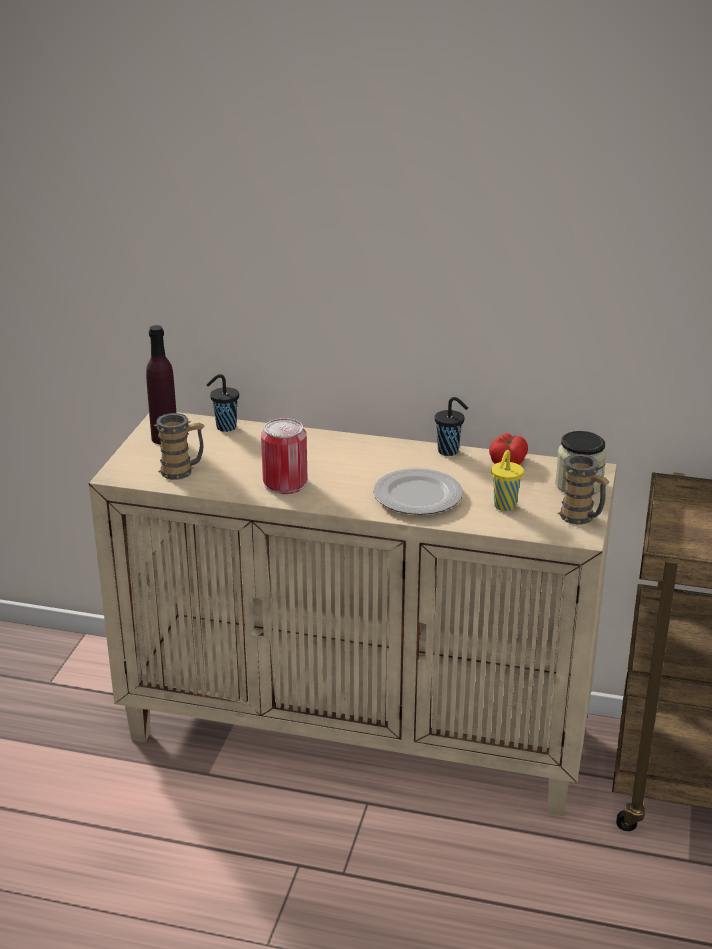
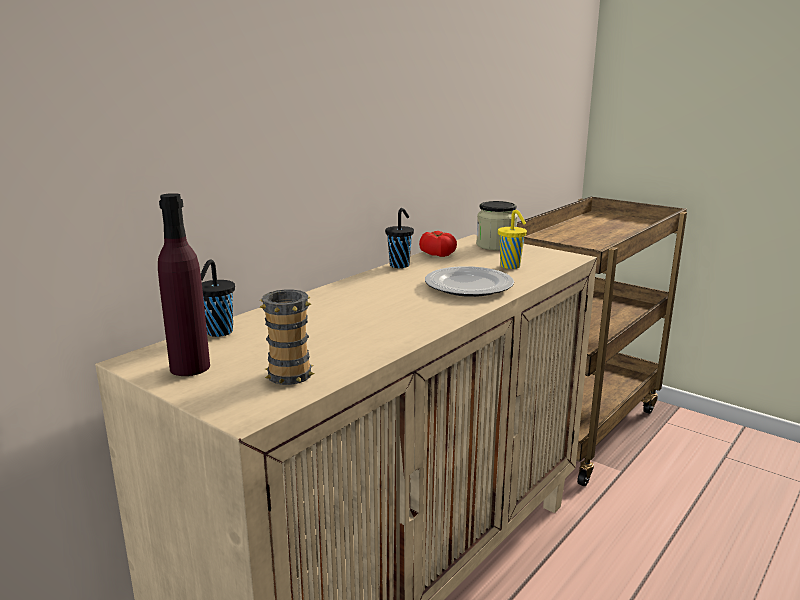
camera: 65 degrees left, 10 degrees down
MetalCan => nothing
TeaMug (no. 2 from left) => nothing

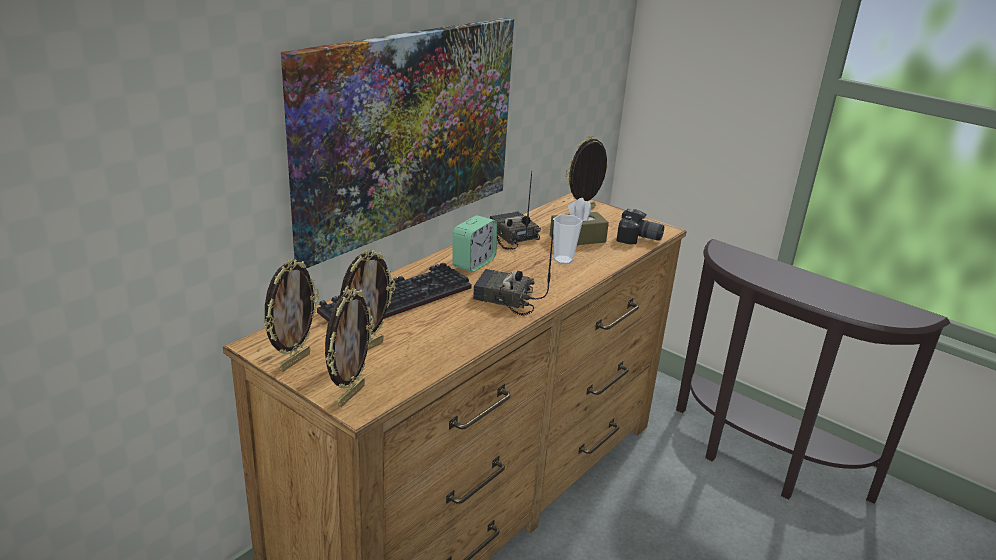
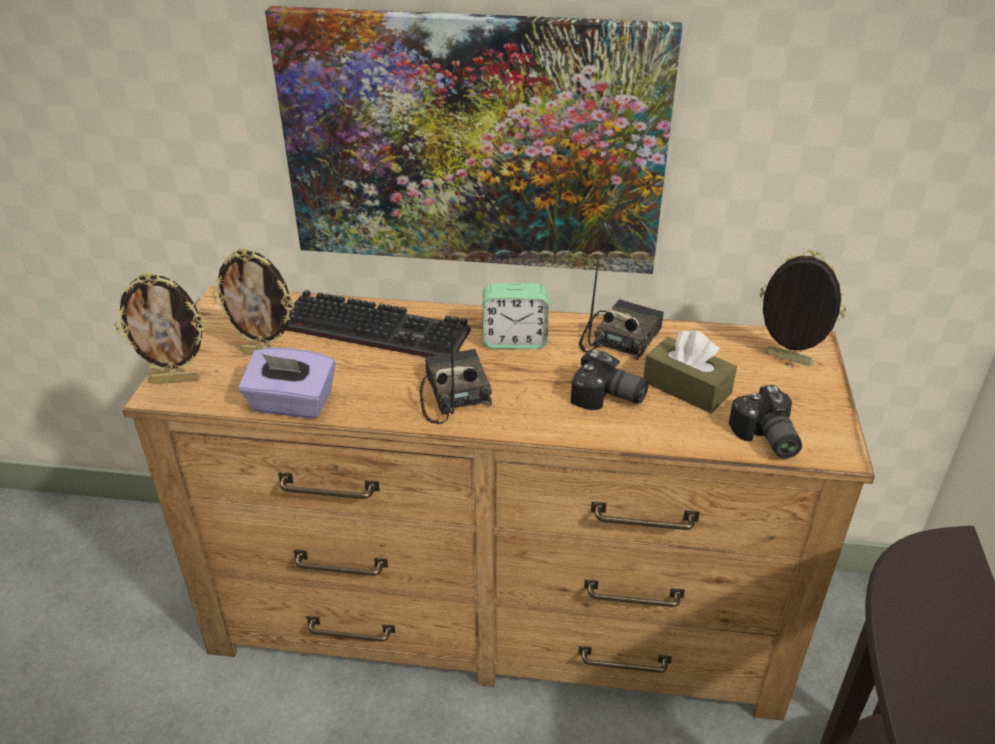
camera: 60 degrees right, 10 degrees up
PhotoFrame (no. 1 from left) => nothing
nothing => PurpleColouredBoxOfTissues
DrinkingCup => PhotoCamera (no. 1 from left)

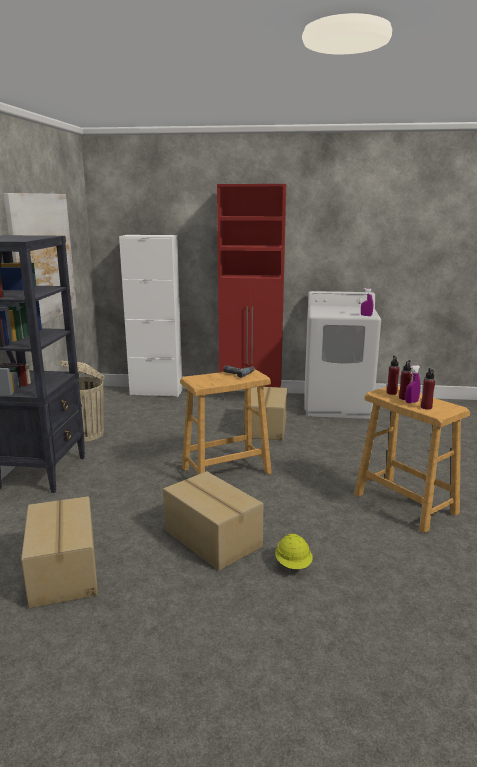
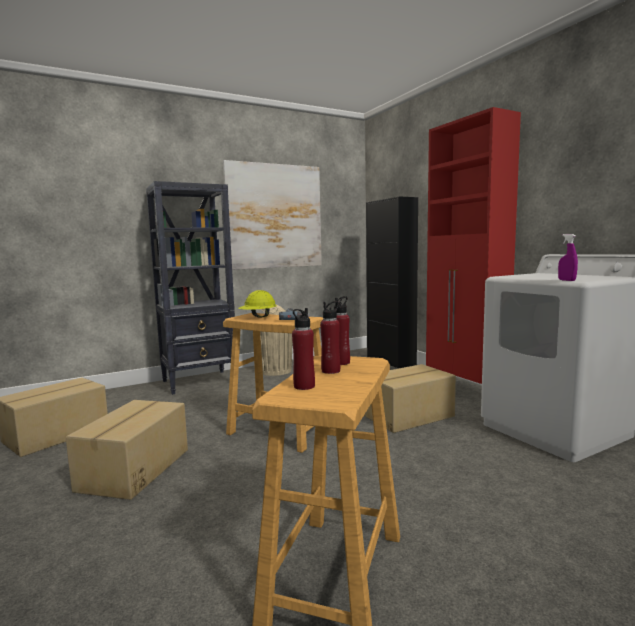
camera: 55 degrees right, 10 degrees down
PurpleColouredHandSprayer (no. 2 from left) => nothing
YellowishHardHat, relocated
WhiteStorageCabinet => BlackishStorageCabinet

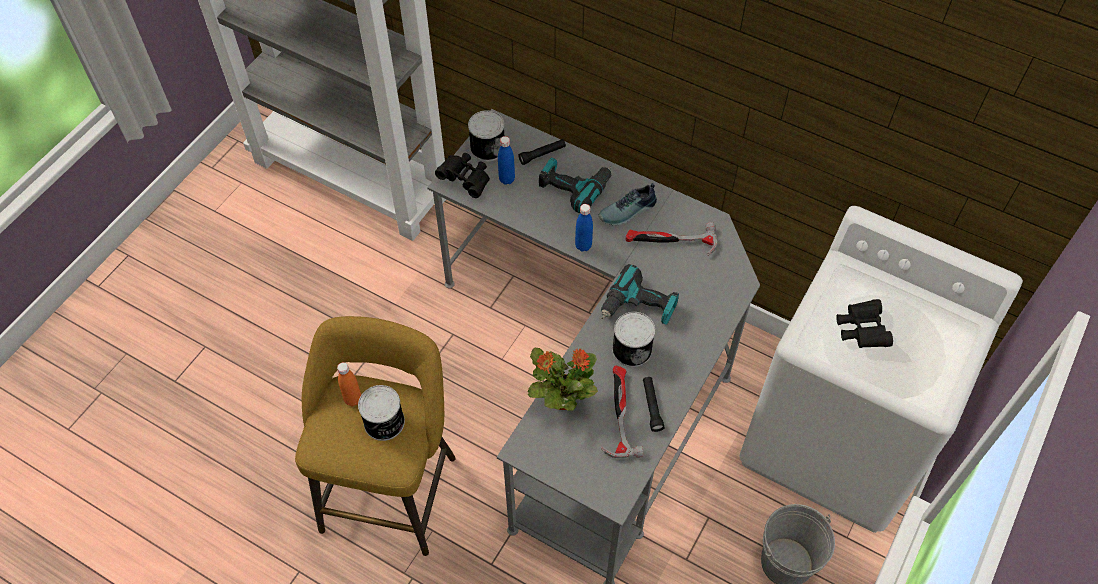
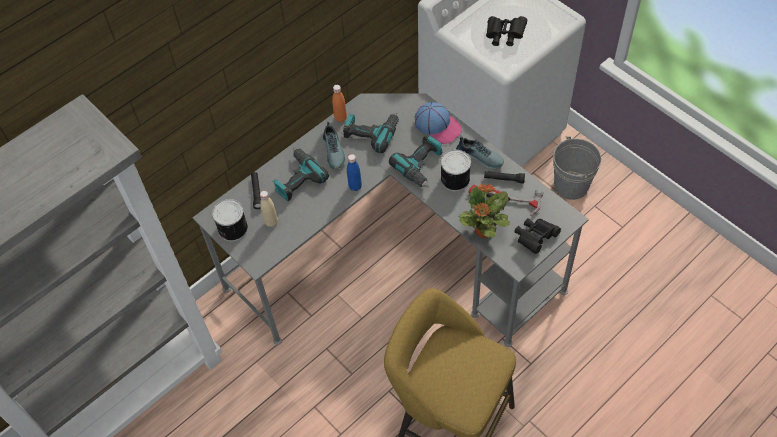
camera: 70 degrees left, 0 degrees up
MetalCan (no. 1 from left) => nothing
nothing => Cap
nothing => Shoe (no. 2 from left)
OrangeyBeverageBottle, relocated
BlackishFieldGlasses (no. 1 from left in the first image) => BlackishFieldGlasses (no. 2 from left), relocated
HandHammer (no. 2 from left) => PowerDrill (no. 2 from left)
BluishBeverageBottle (no. 1 from left) => BeigeBeverageBottle

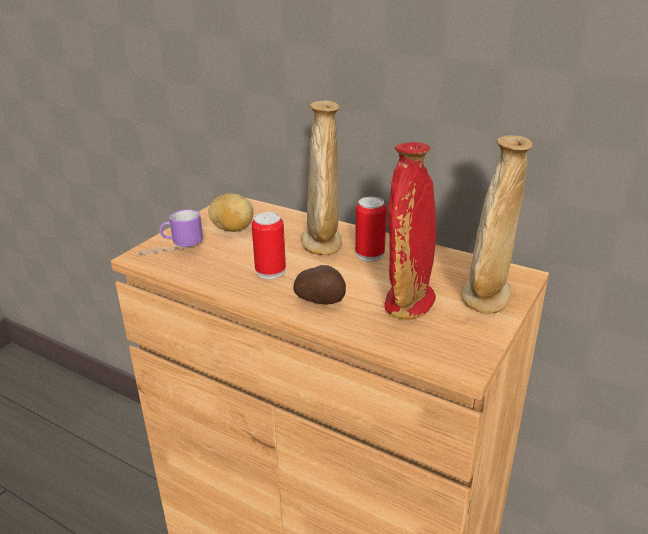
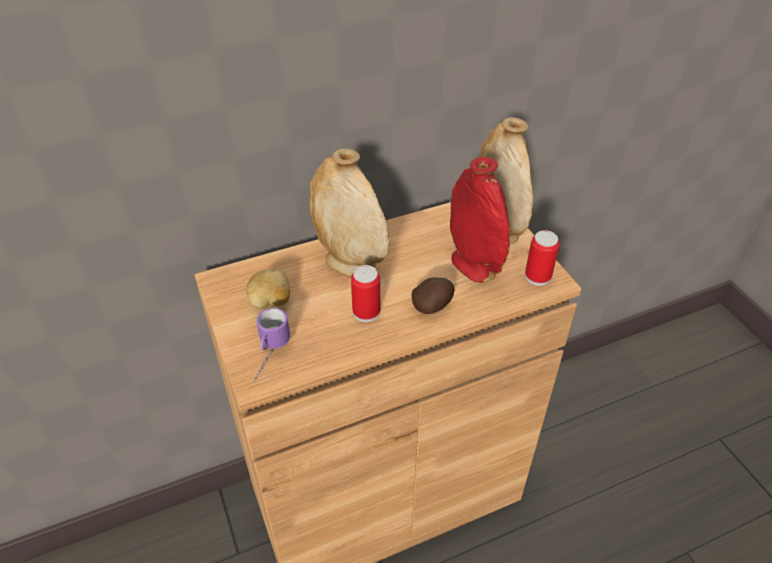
camera: 55 degrees left, 15 degrees up
MetalCan (no. 2 from left), relocated

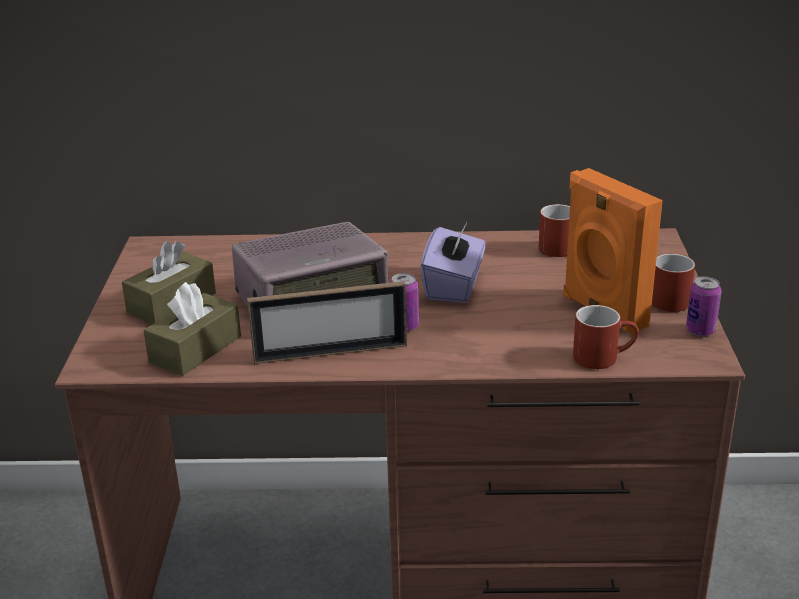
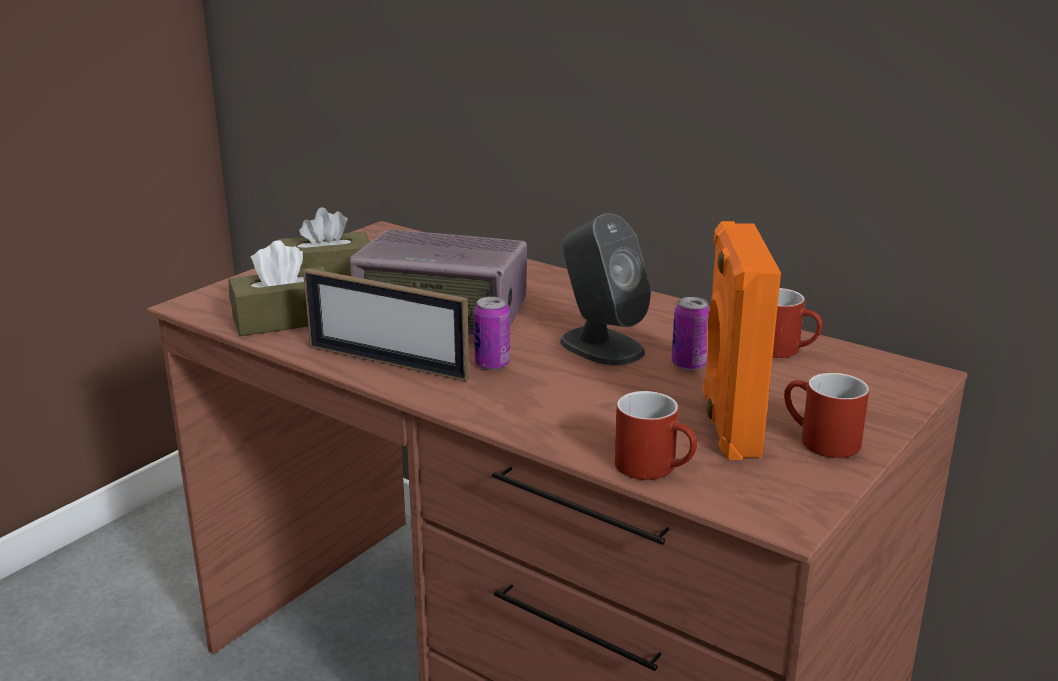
camera: 35 degrees right, 5 degrees down
MetalCan (no. 2 from left), relocated
PurpleColouredBoxOfTissues => GrayLoudspeaker

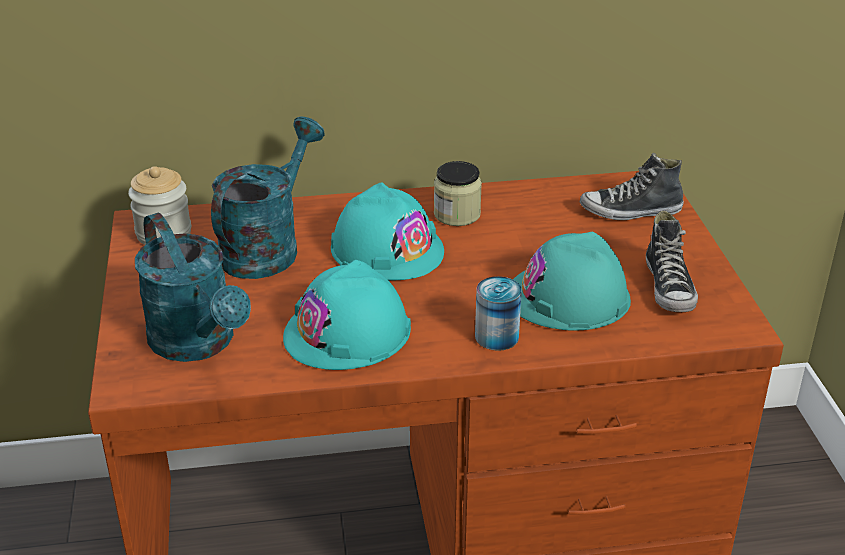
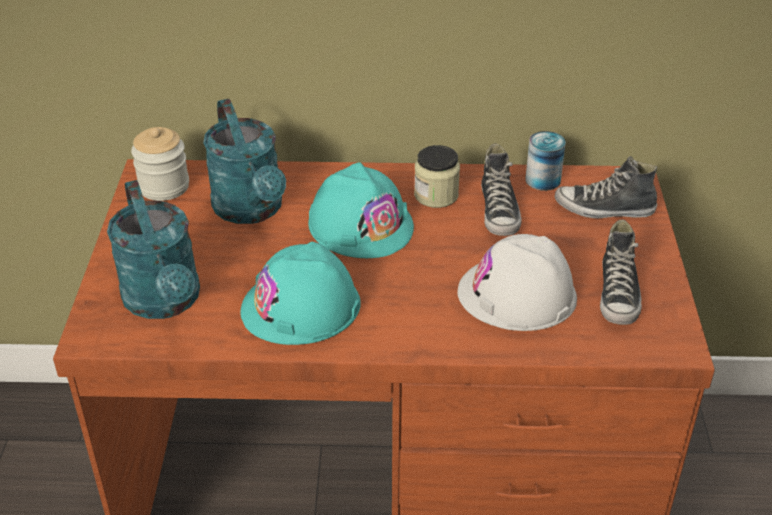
camera: 10 degrees right, 5 degrees up
nothing => Shoe (no. 1 from left)
MetalCan, relocated
TurquoiseHardHat (no. 3 from left) => WhiteHardHat
TurquoiseWateringPot (no. 2 from left), 120 degrees clockwise

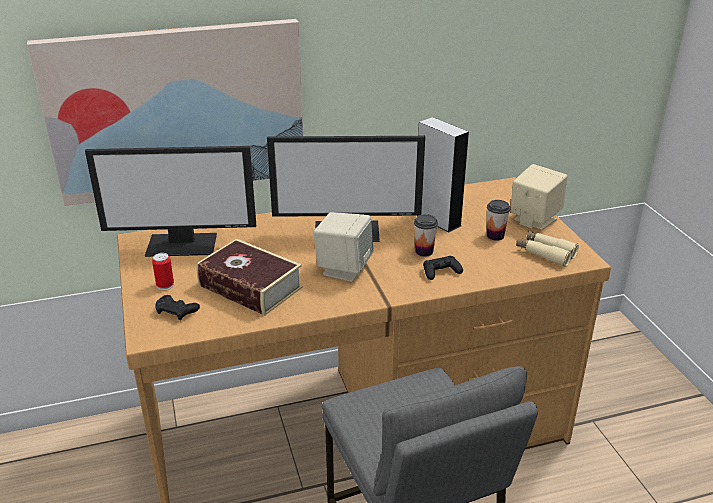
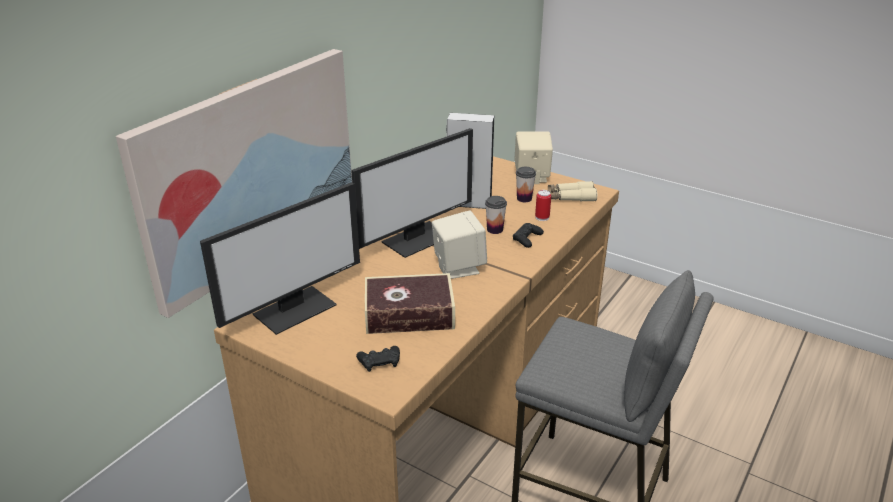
camera: 40 degrees left, 0 degrees up
MetalCan, relocated

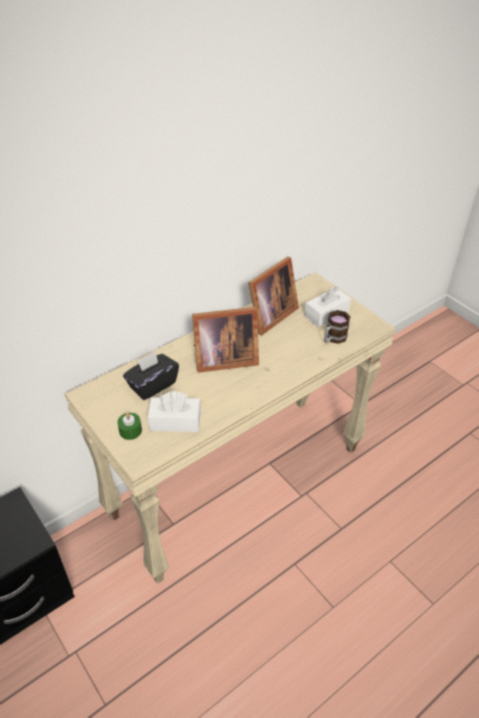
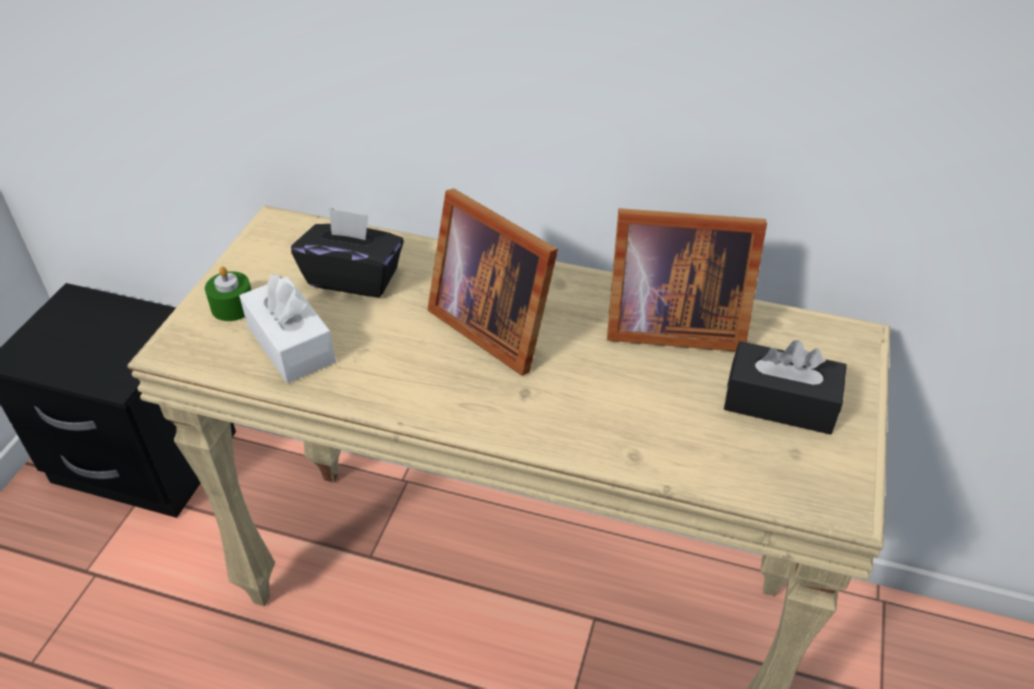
camera: 55 degrees right, 0 degrees up
TeaMug => nothing
WhiteBoxOfTissues (no. 2 from left) => BlackishBoxOfTissues (no. 2 from left)

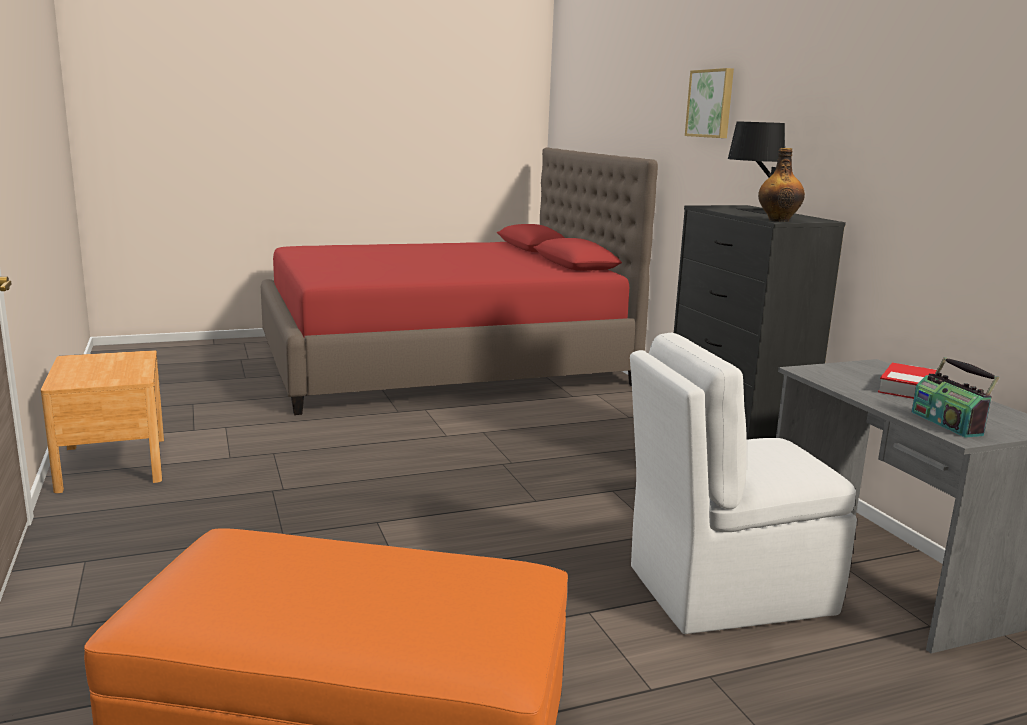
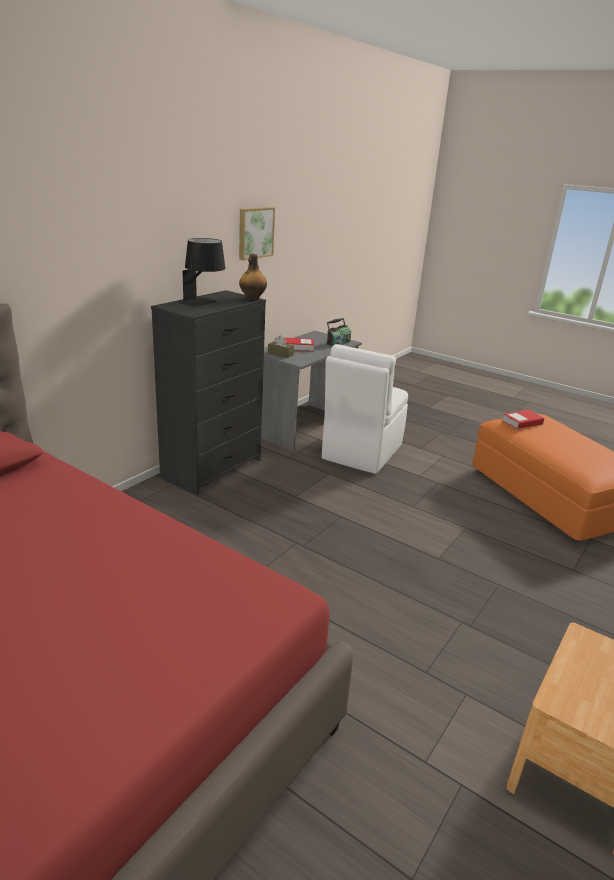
camera: 125 degrees left, 10 degrees up
nothing => BrownishBoxOfTissues
nothing => Book (no. 2 from left)
Picture, relocated
WhiteUprightChair, 75 degrees clockwise

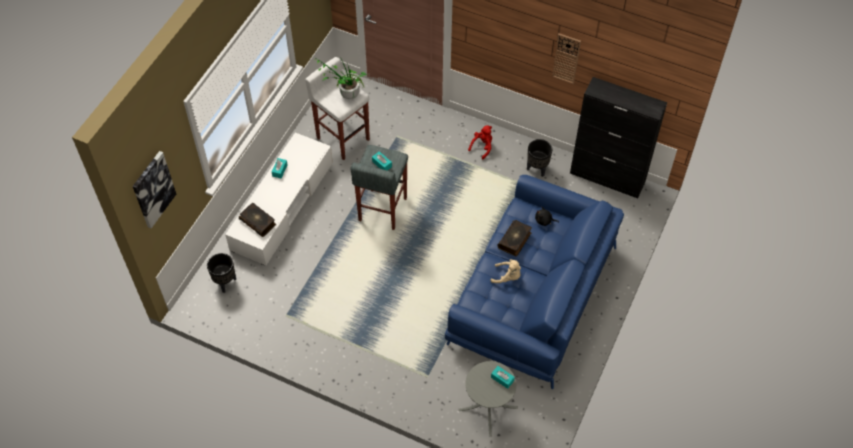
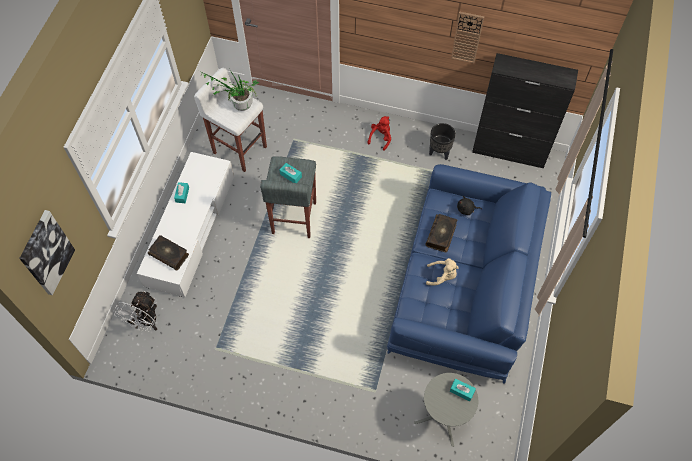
camera: 10 degrees left, 5 degrees up
BlackishFlowerPot (no. 1 from left) => WhiteCoolingFan

